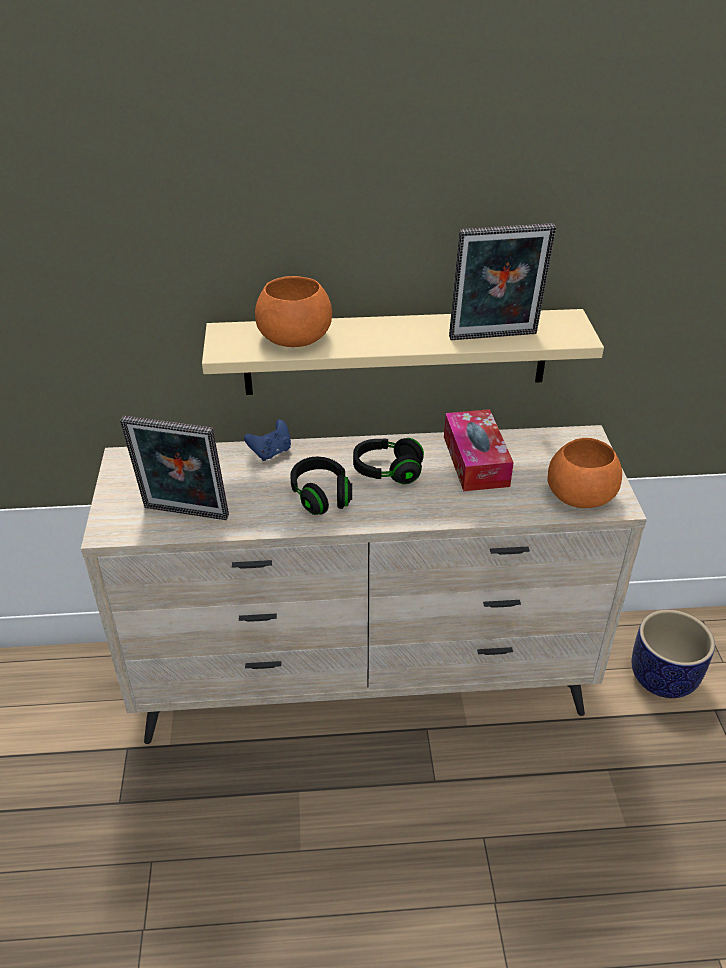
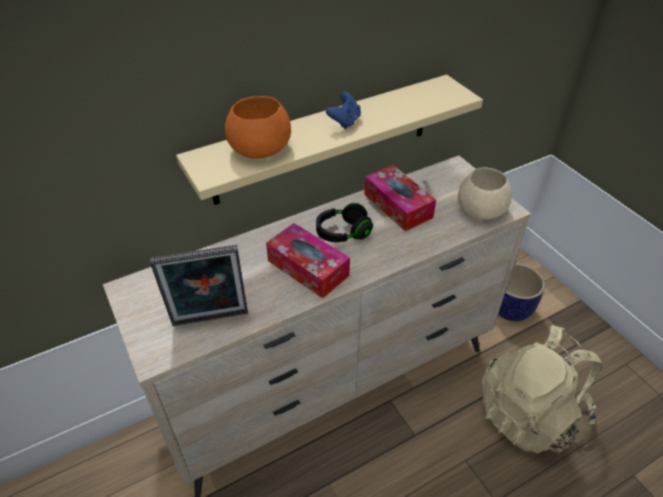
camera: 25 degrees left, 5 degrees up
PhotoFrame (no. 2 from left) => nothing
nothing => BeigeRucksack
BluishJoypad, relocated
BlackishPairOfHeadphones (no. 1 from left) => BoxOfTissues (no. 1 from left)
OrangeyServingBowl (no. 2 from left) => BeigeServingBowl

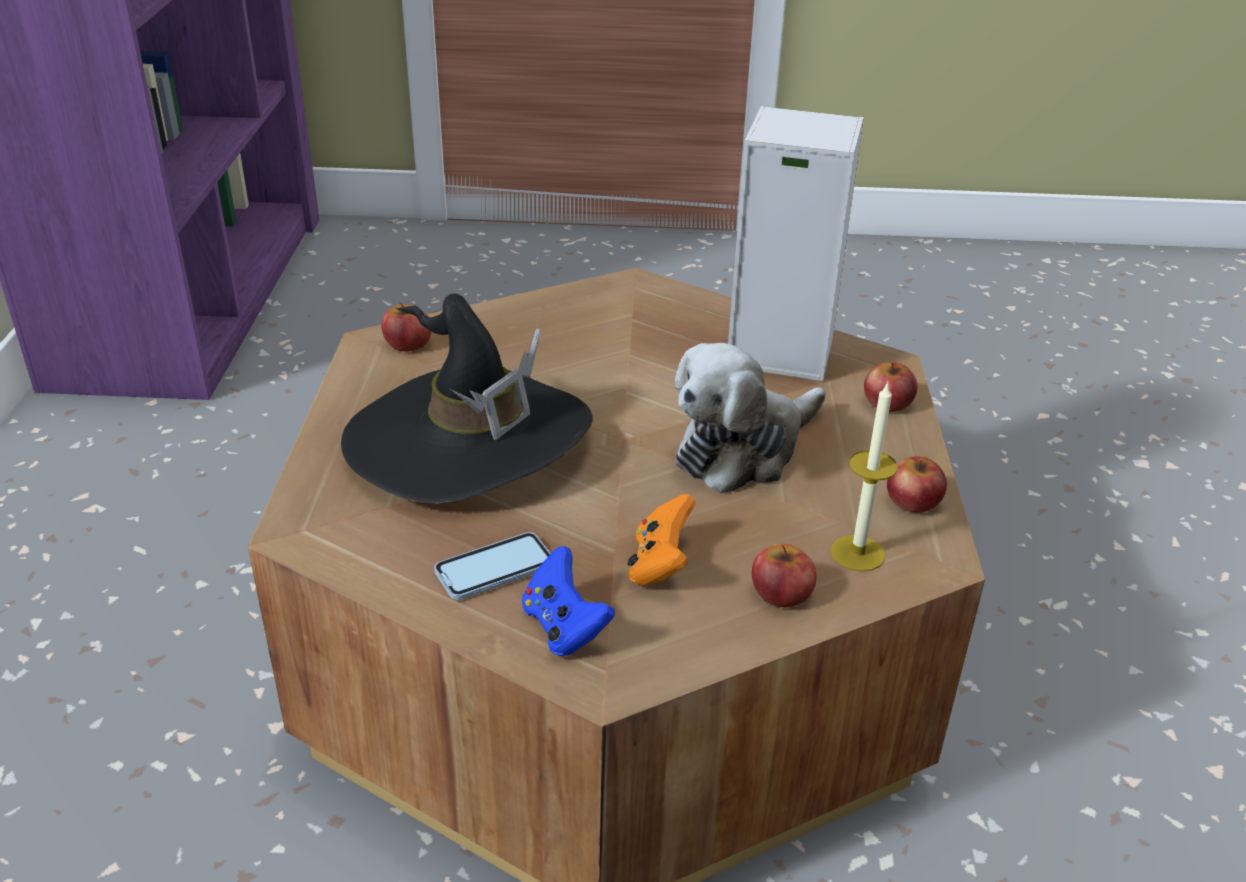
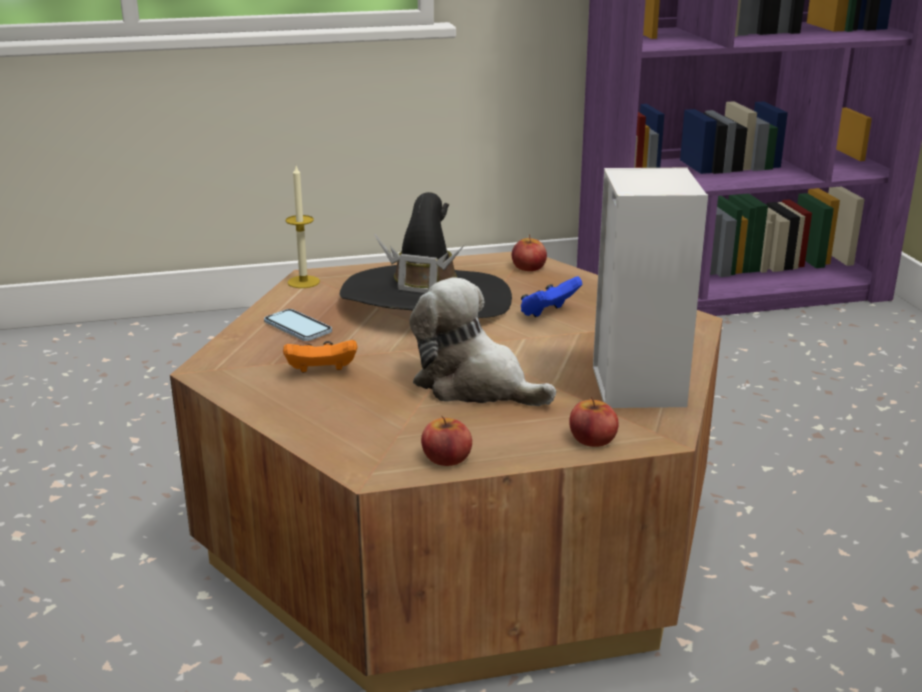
camera: 75 degrees right, 10 degrees down
AppleFruit (no. 2 from left) => nothing
BluishJoypad, relocated
WaxLight, relocated

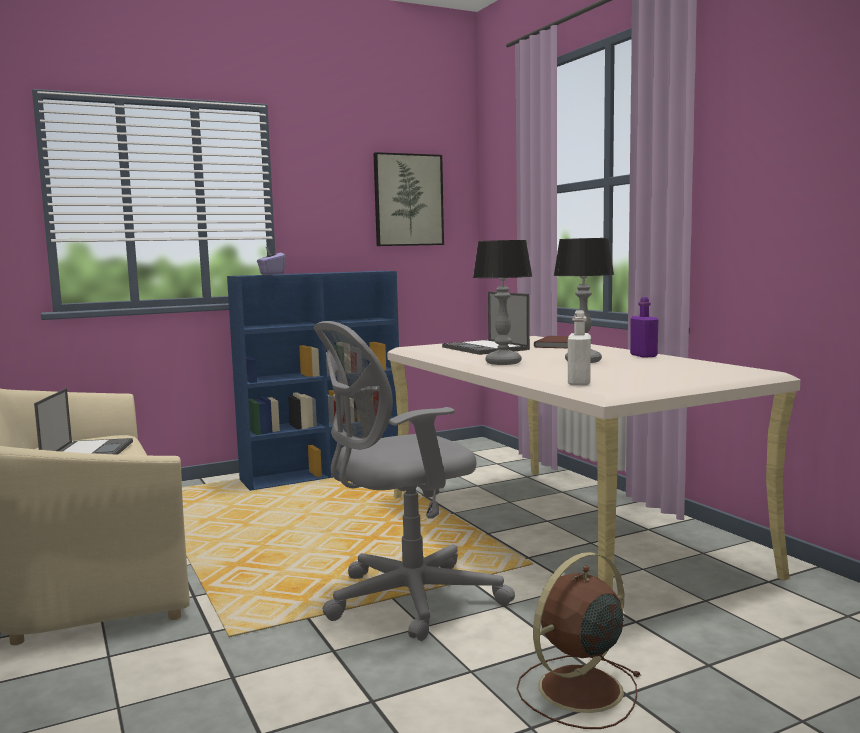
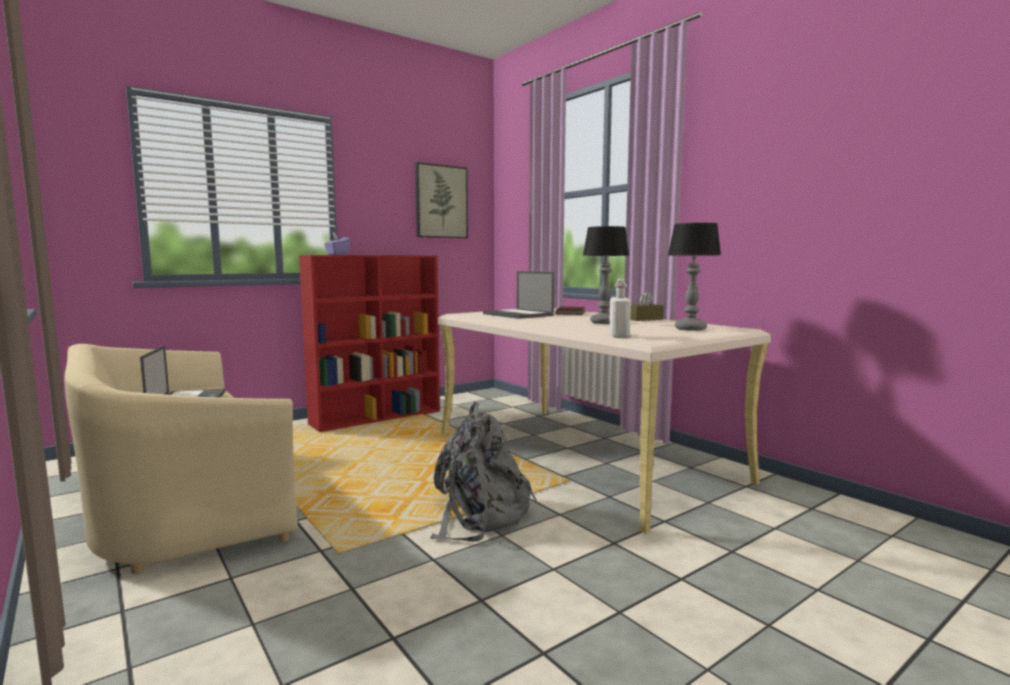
camera: 10 degrees left, 0 degrees up
BrownishCoolingFan => nothing
TabletopLamp (no. 1 from left in the first image) => TabletopLamp (no. 2 from left), relocated
GrayOfficeChair => GrayRucksack
PurpleColouredBeverageBottle => BrownishBoxOfTissues
BluishBookshelf => RedColouredBookshelf

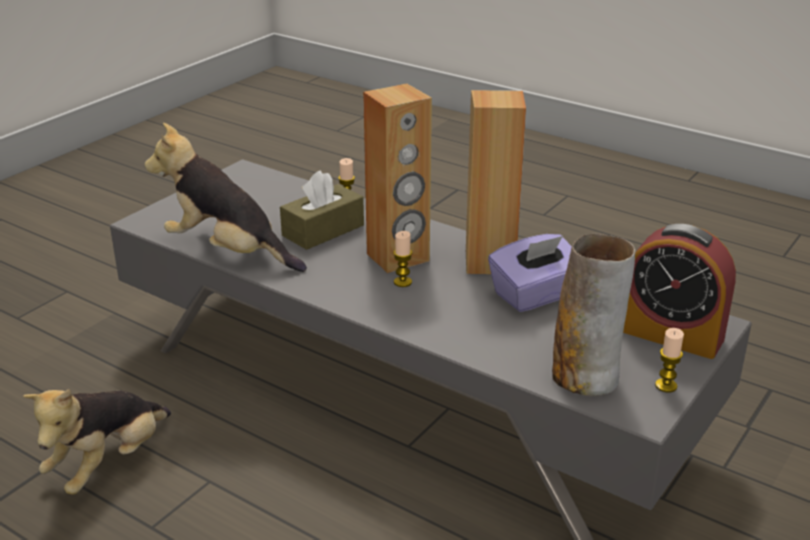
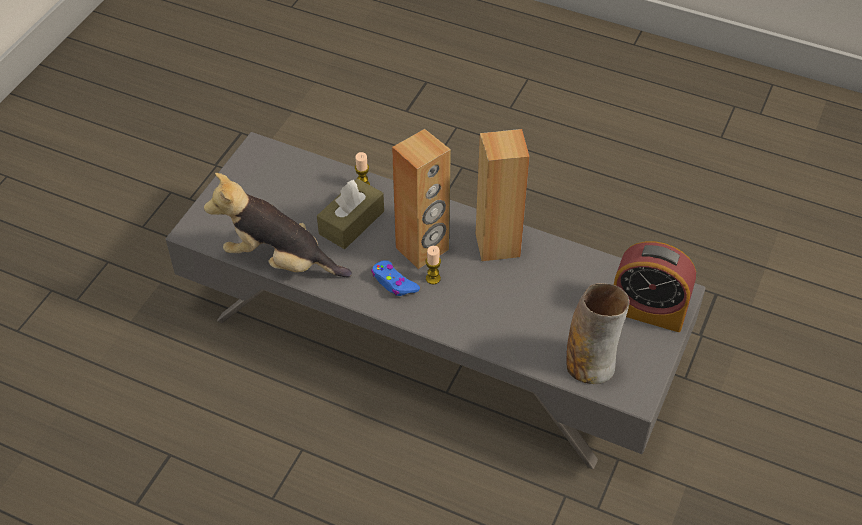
camera: 10 degrees left, 20 degrees up
PlushToy (no. 1 from left) => nothing
PurpleColouredBoxOfTissues => nothing
WaxLight (no. 3 from left) => nothing
nothing => BluishJoypad

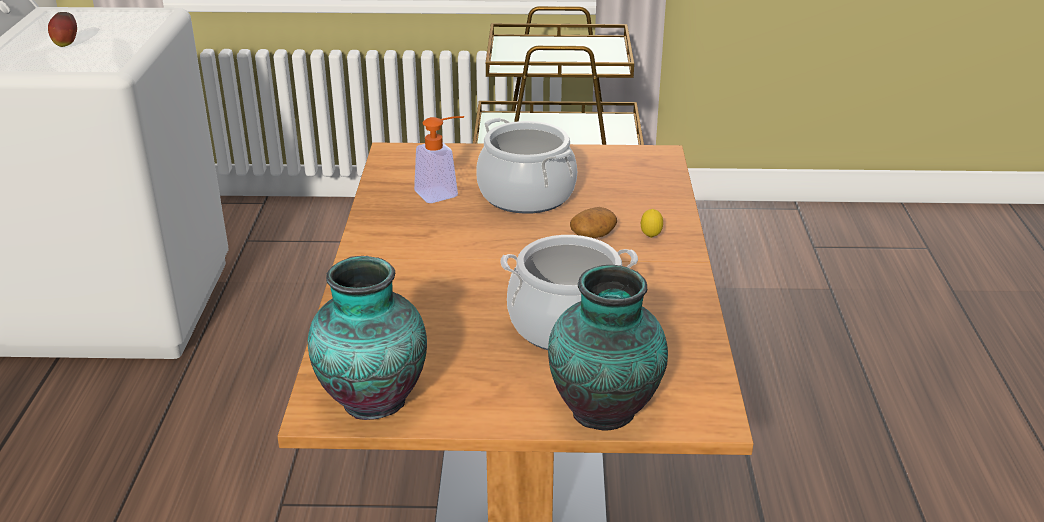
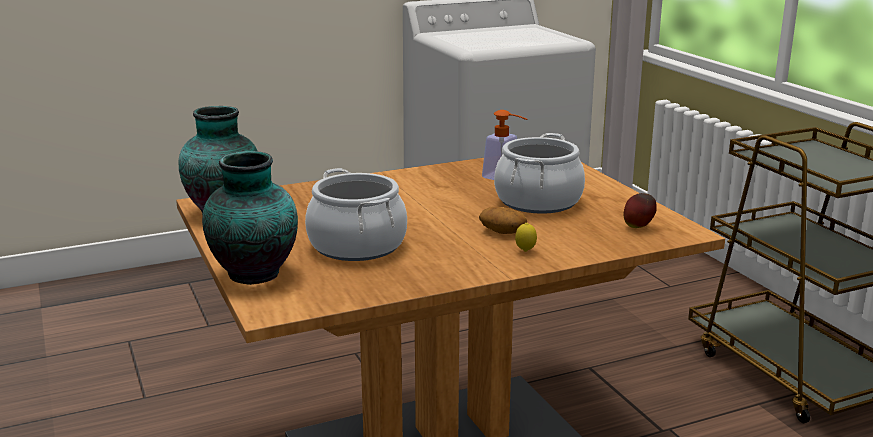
camera: 65 degrees right, 10 degrees down
AppleFruit, relocated

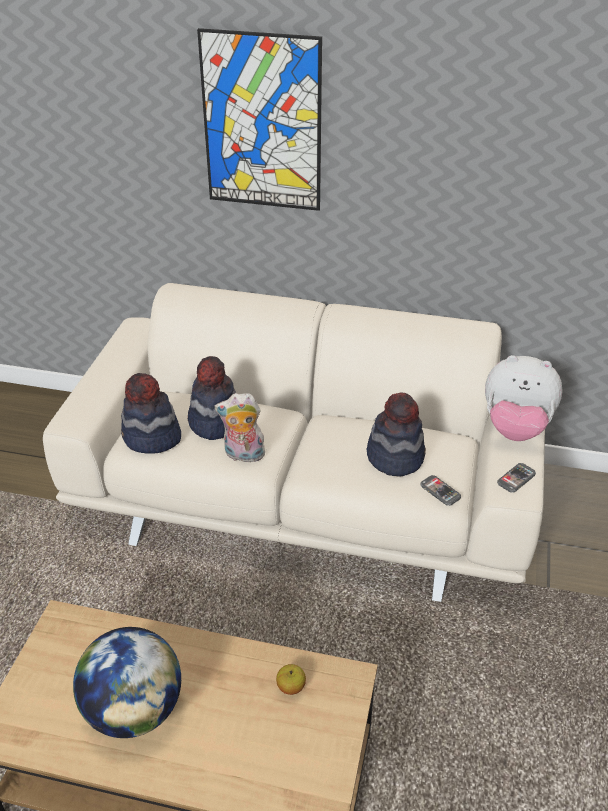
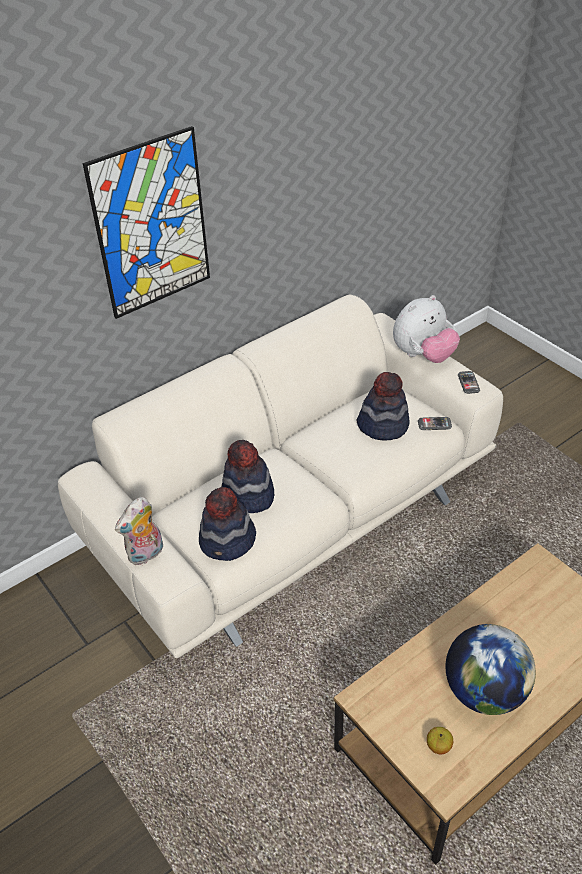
camera: 50 degrees left, 5 degrees up
PlushToy (no. 1 from left), relocated
AppleFruit, relocated

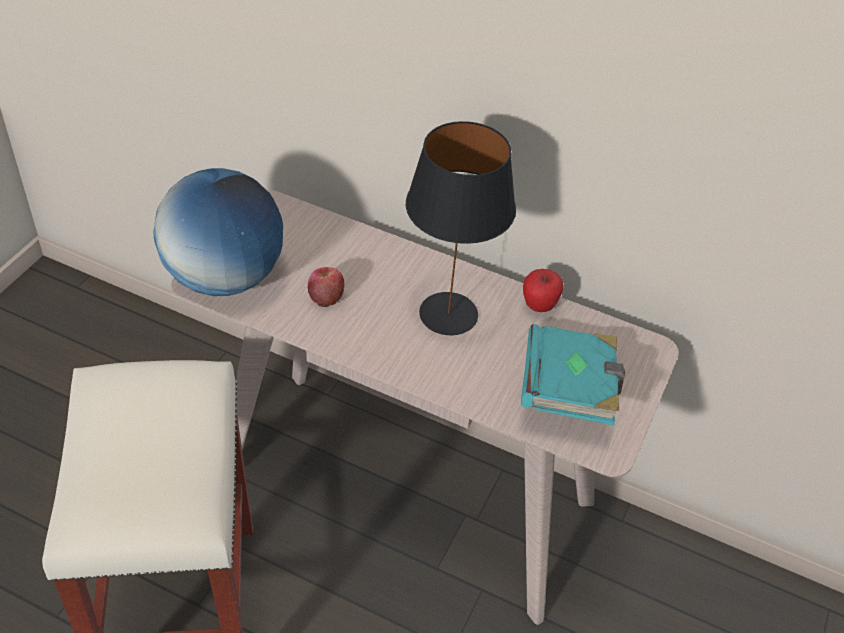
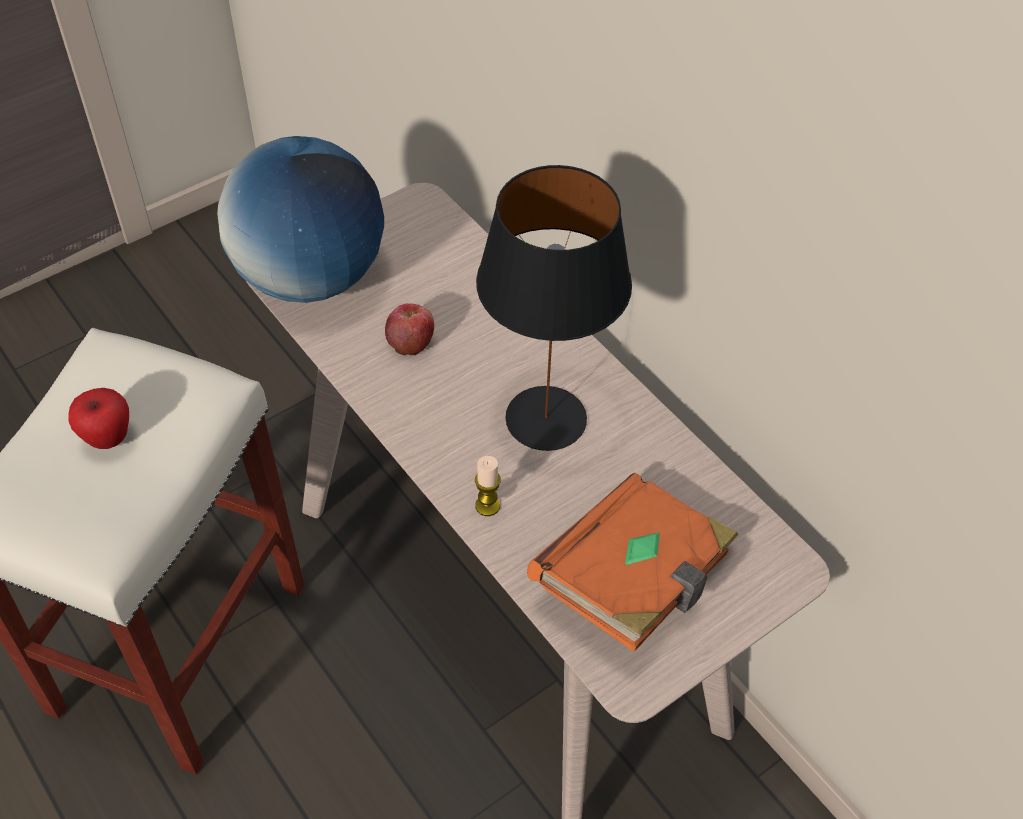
camera: 30 degrees right, 5 degrees up
nothing => WaxLight
AppleFruit (no. 2 from left in the first image) => AppleFruit (no. 1 from left), relocated
TurquoiseBook => OrangeyBook

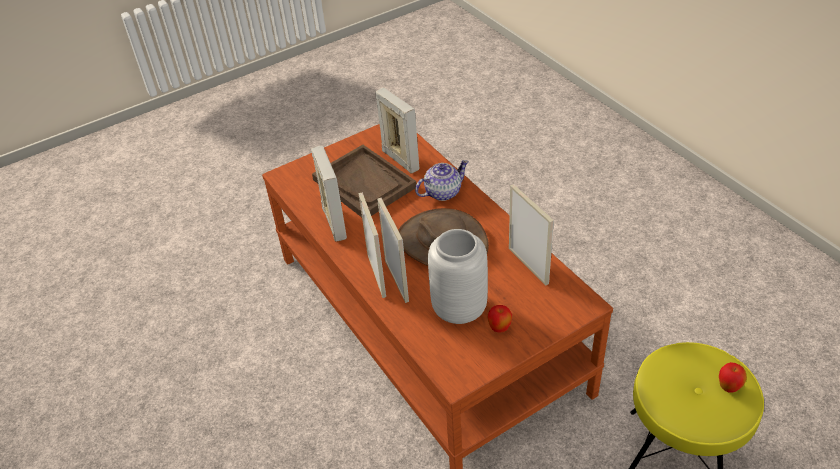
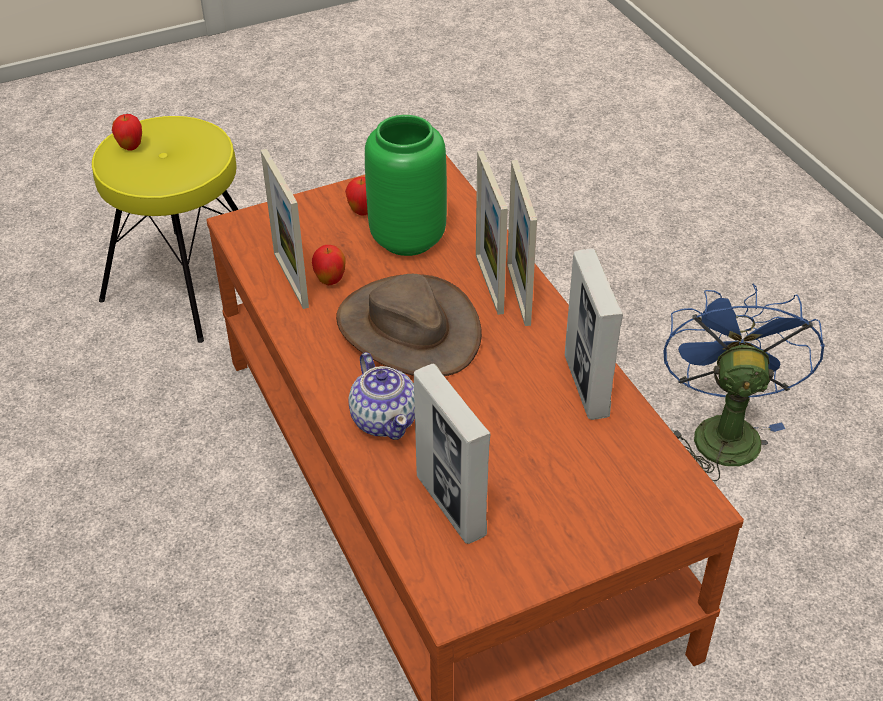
camera: 175 degrees left, 0 degrees up
BrownishServingTray => nothing
nothing => AppleFruit (no. 2 from left)
nothing => BluishCoolingFan
GrayVase => GreenColouredVase
TeaPot, 90 degrees counterclockwise

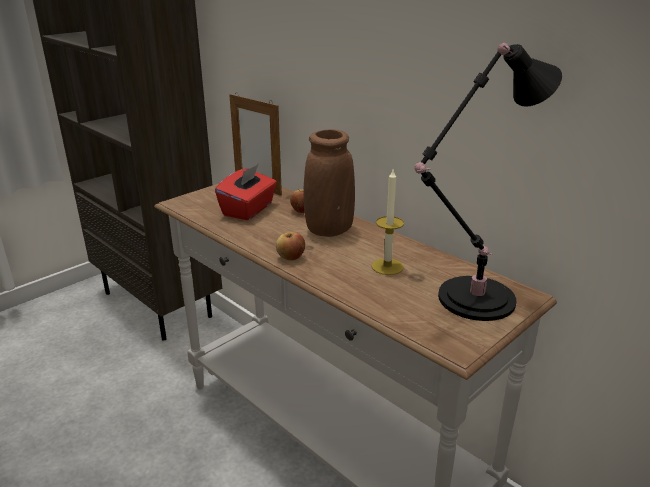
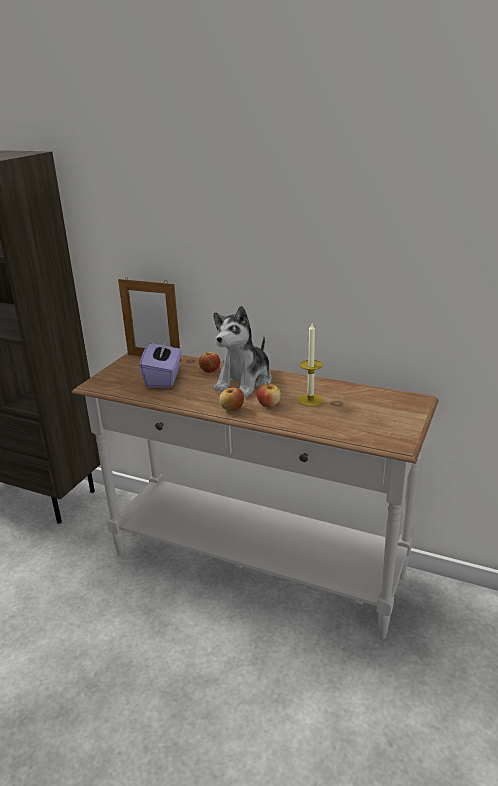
camera: 20 degrees left, 0 degrees up
BlackishTabletopLamp => nothing
nothing => AppleFruit (no. 3 from left)
BrownishVase => PlushToy
RedColouredBoxOfTissues => PurpleColouredBoxOfTissues

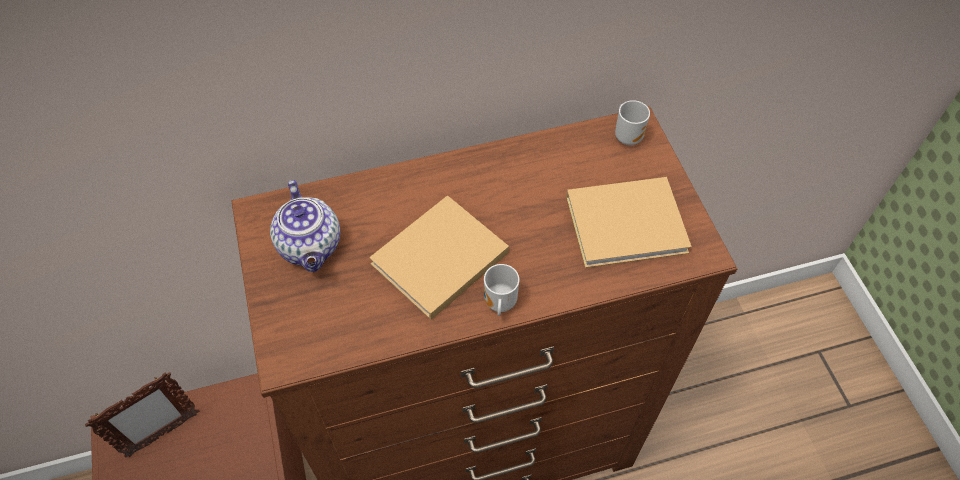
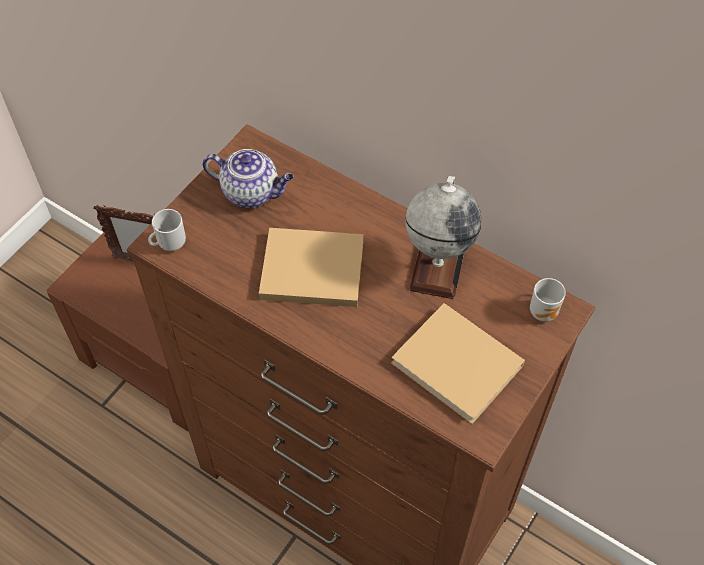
camera: 50 degrees right, 0 degrees up
nothing => DeskGlobe
TeaMug (no. 1 from left), relocated
TeaPot, 105 degrees counterclockwise

